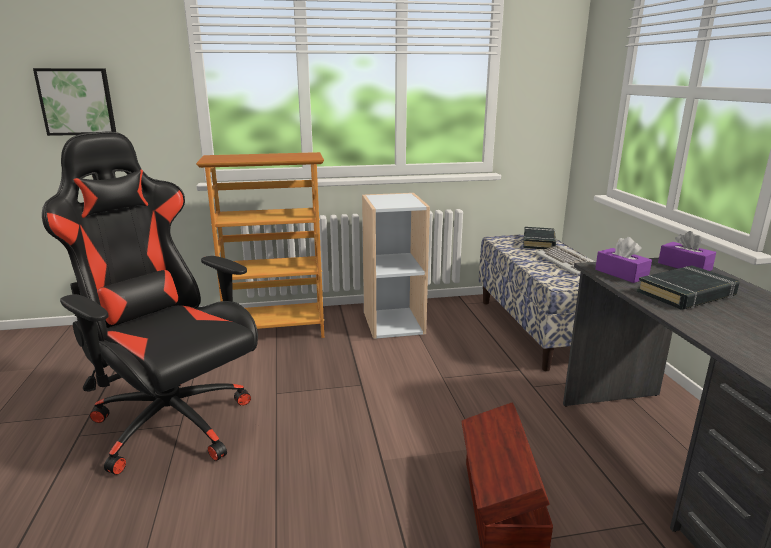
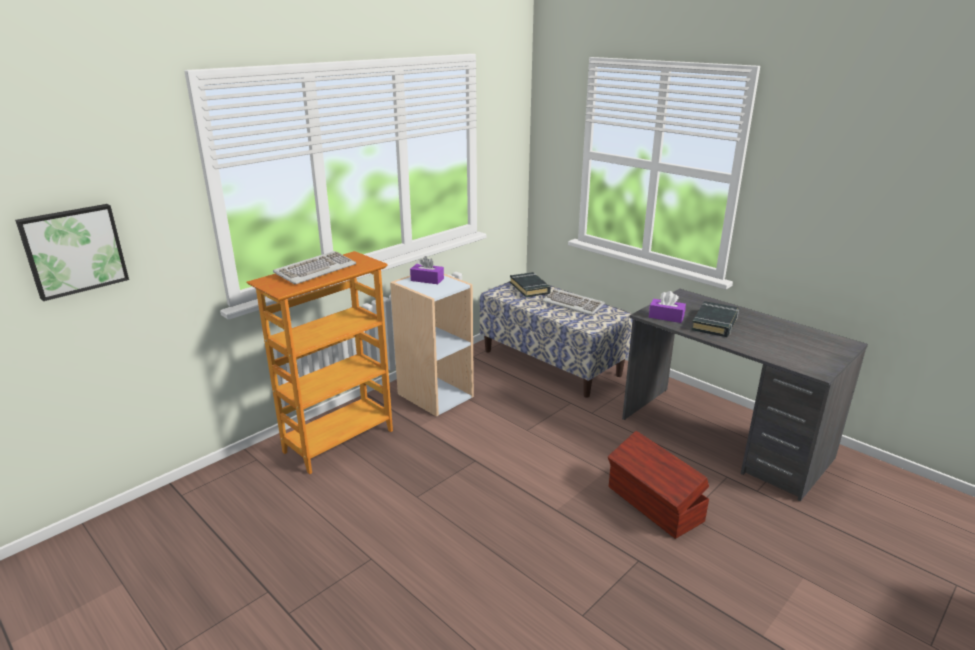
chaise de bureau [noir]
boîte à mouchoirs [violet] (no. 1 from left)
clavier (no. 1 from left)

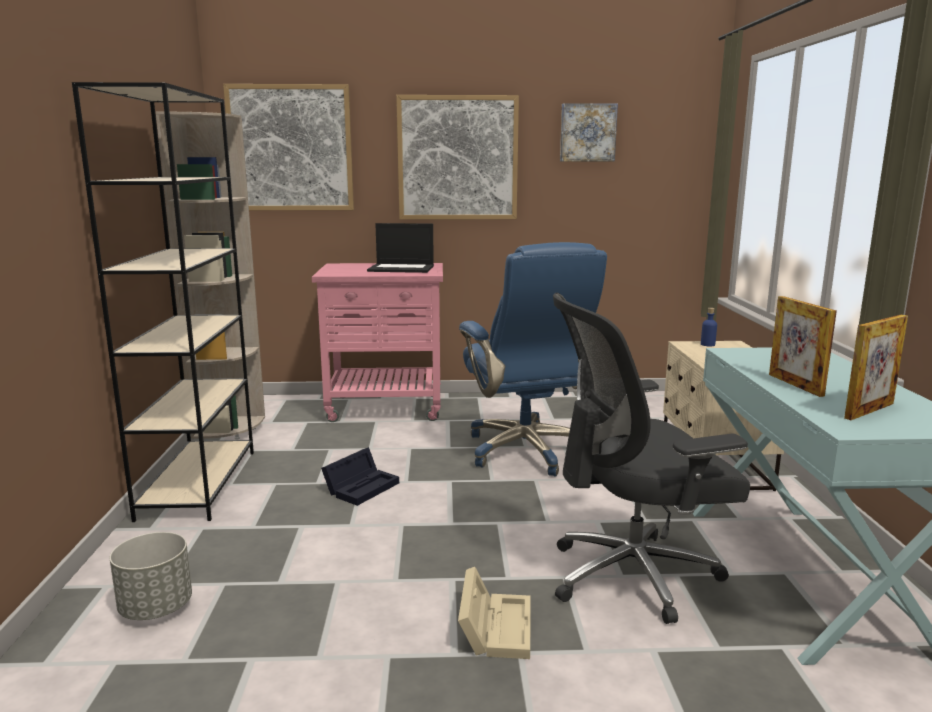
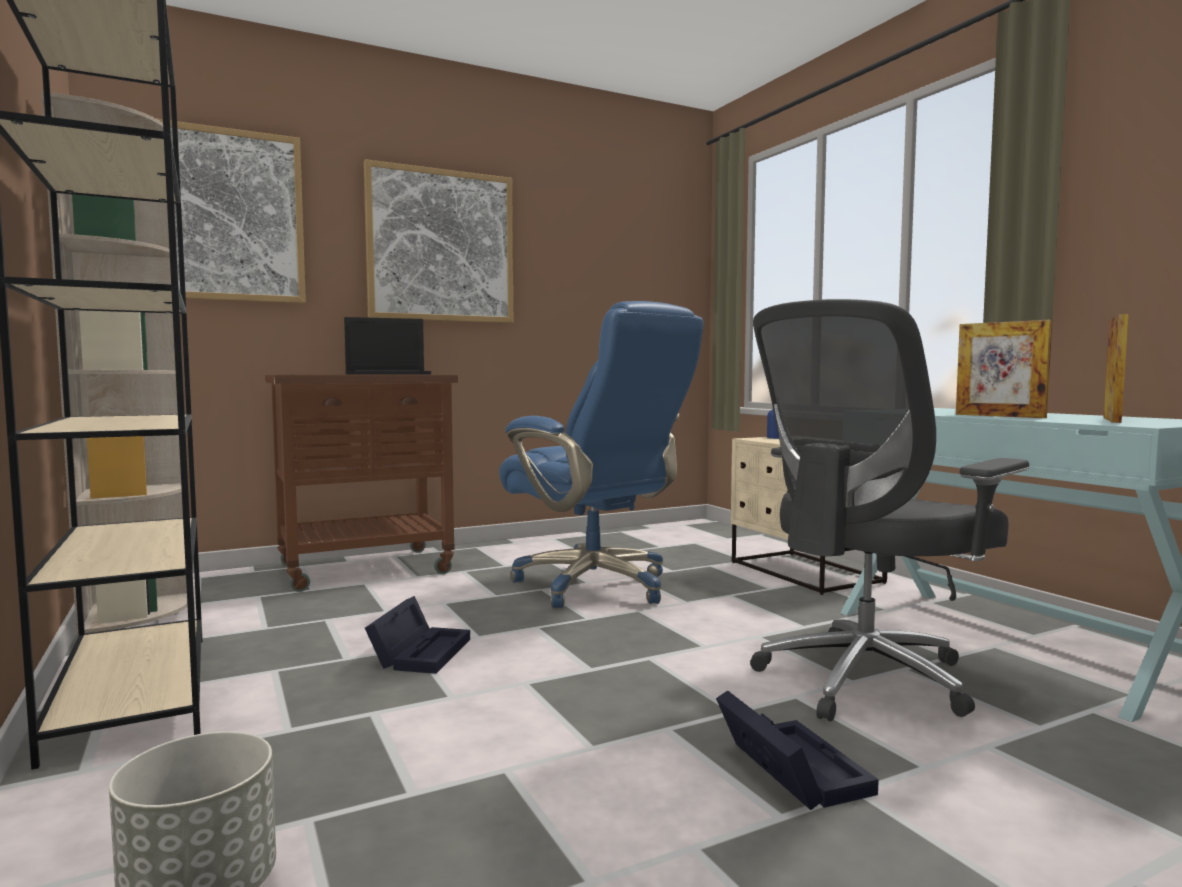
tableau (no. 3 from left in the first image)
chariot [marron]
boîte de rangement [noir] (no. 2 from left)

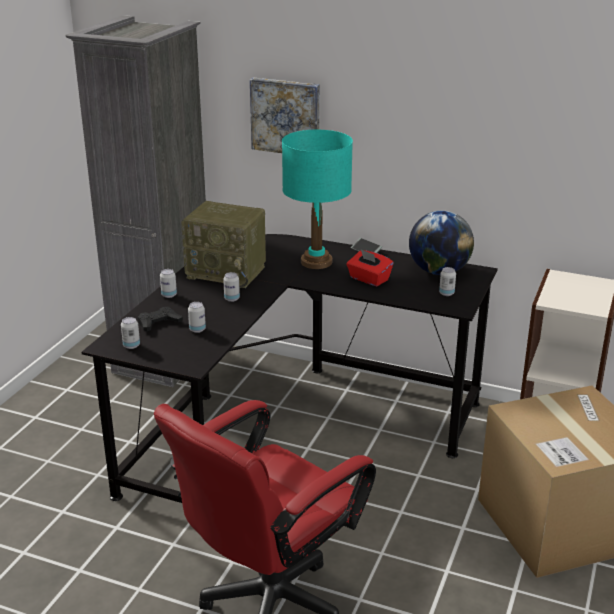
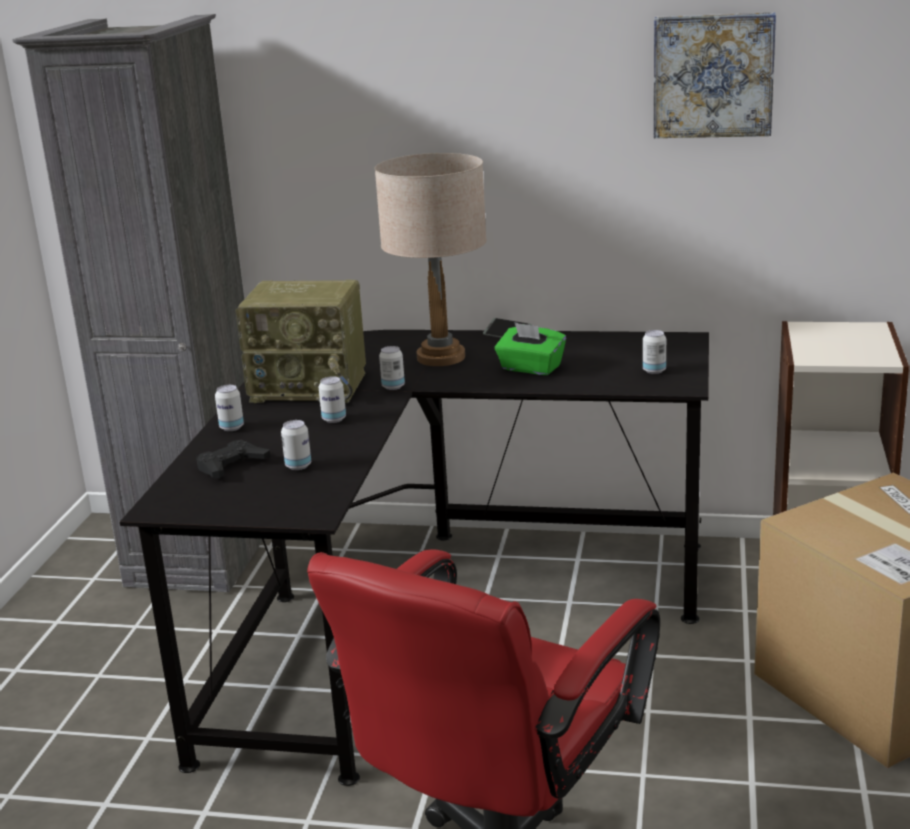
tableau
lampe de table [beige]
globe
boîte à mouchoirs [vert]
boîte métallique (no. 4 from left)

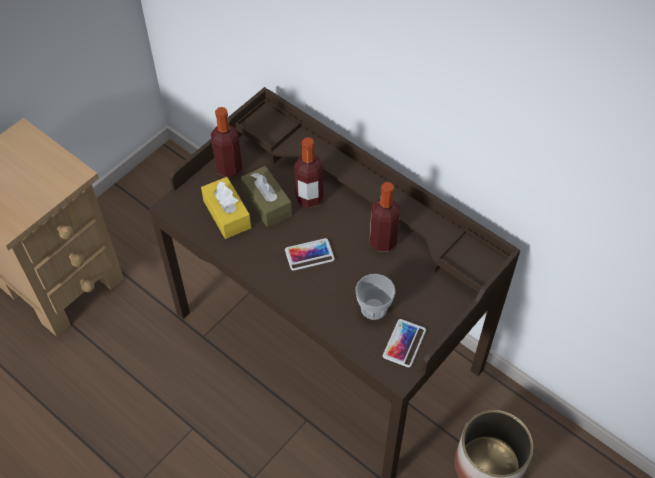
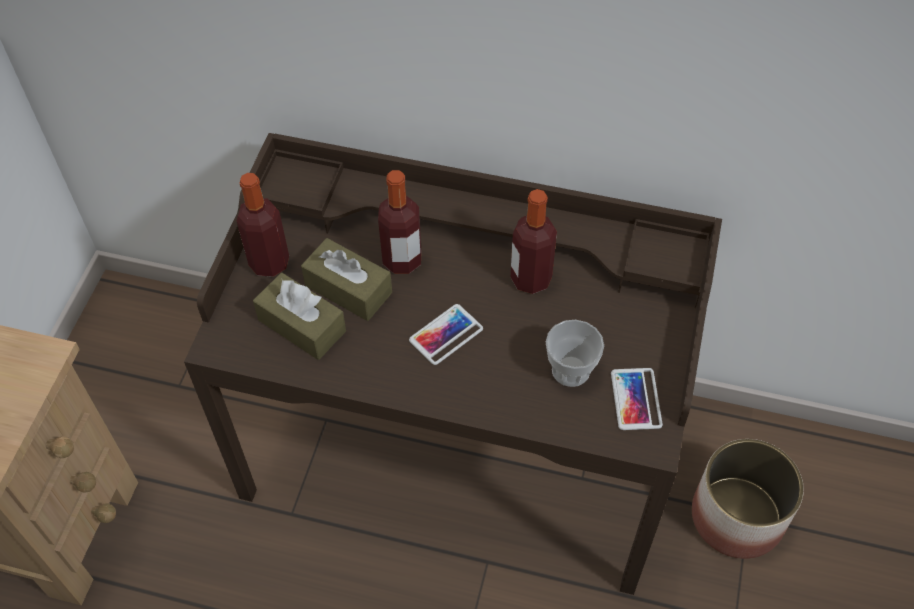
boîte à mouchoirs [marron] (no. 1 from left)

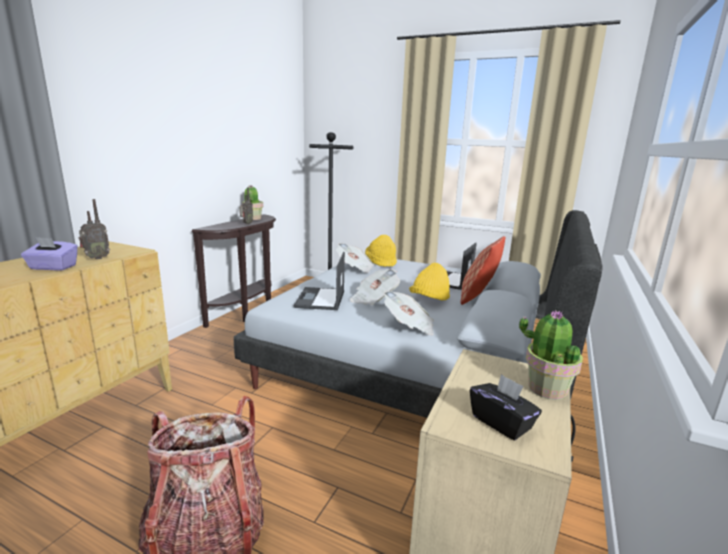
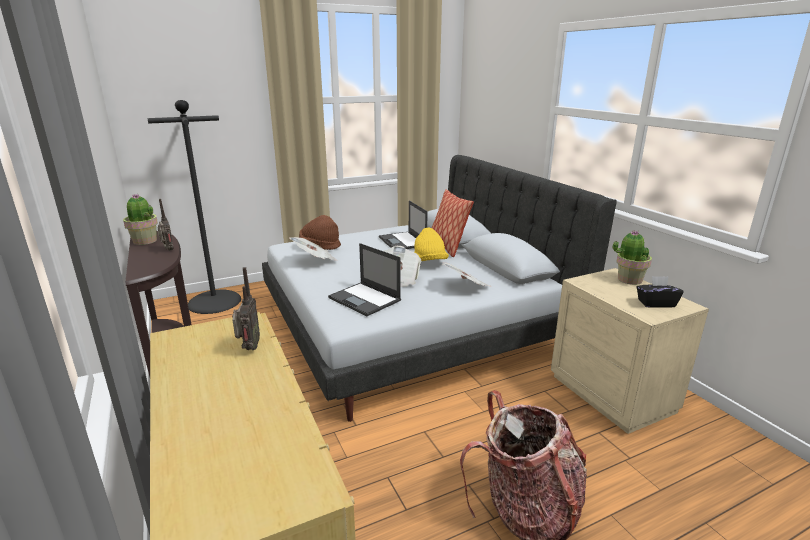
chapeau [marron]
boîte à mouchoirs [violet]

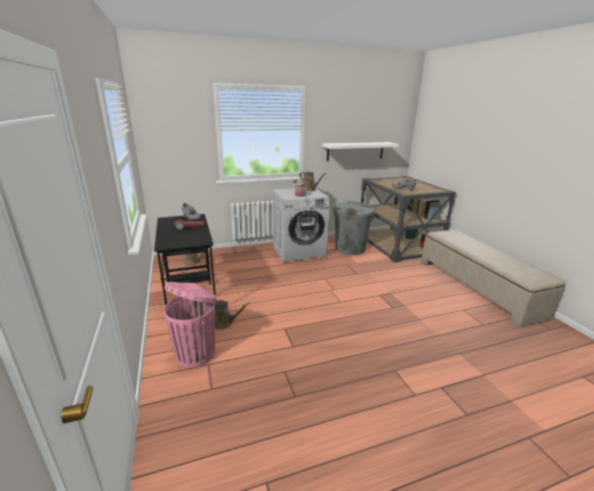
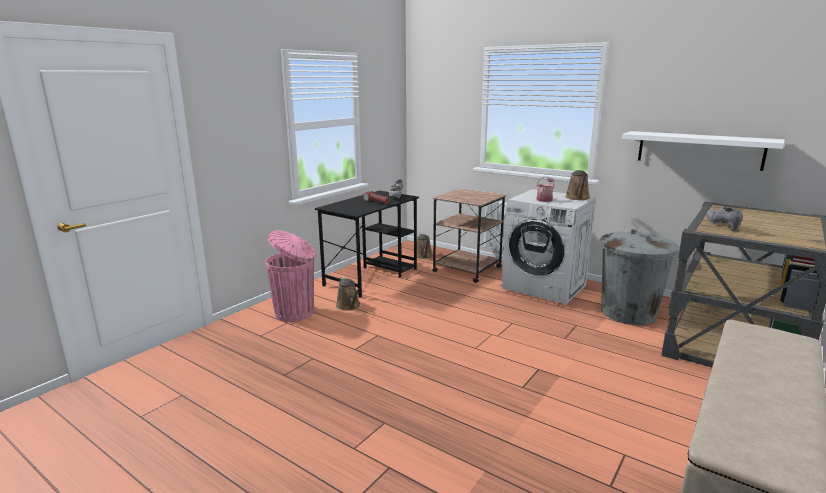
chariot [marron]

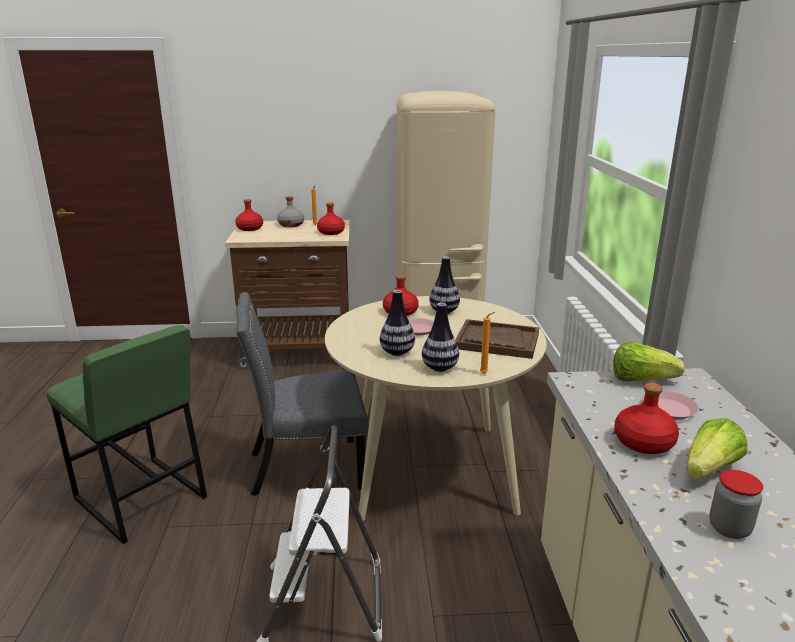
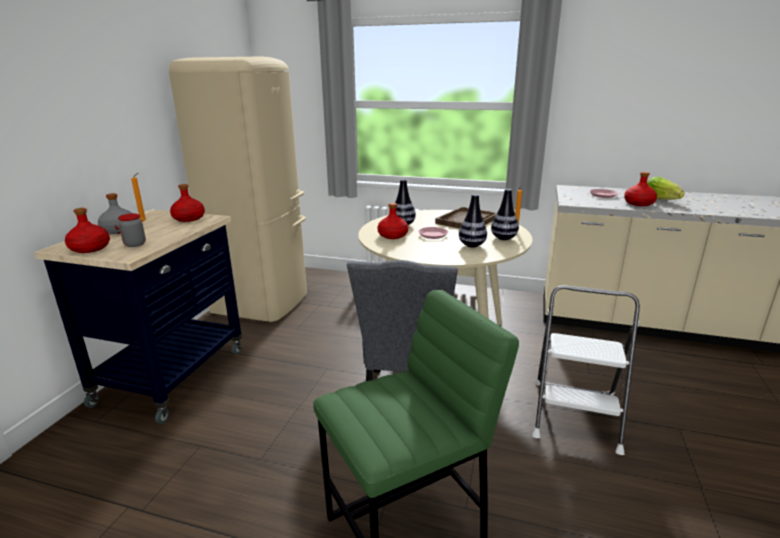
chariot [bleu]
laitue (no. 1 from left in the first image)
bocal

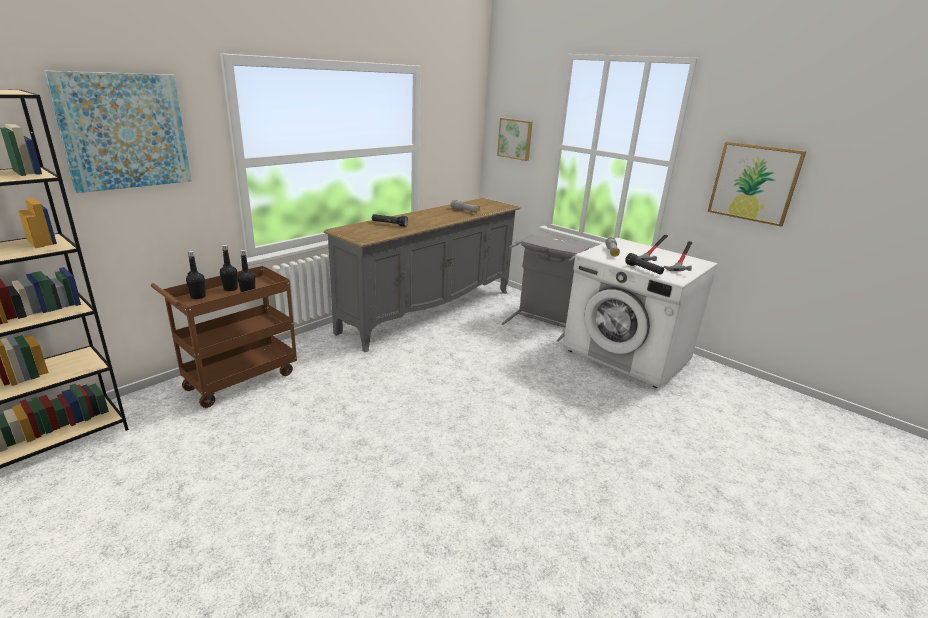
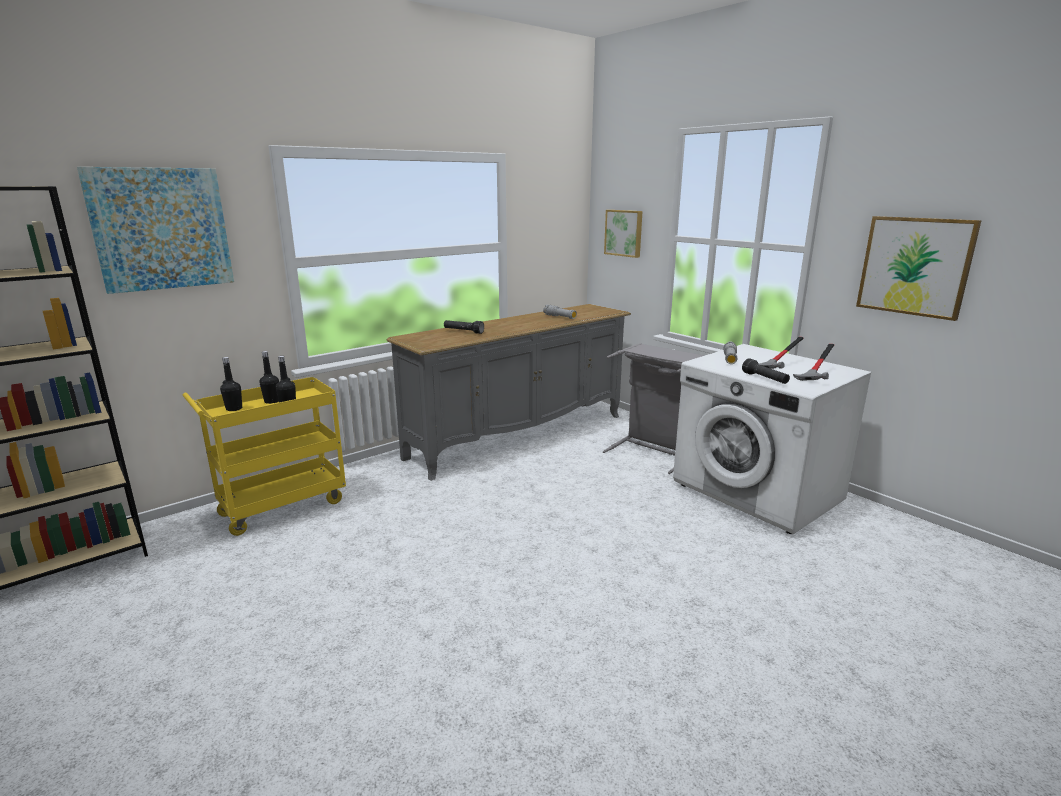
chariot [jaune]

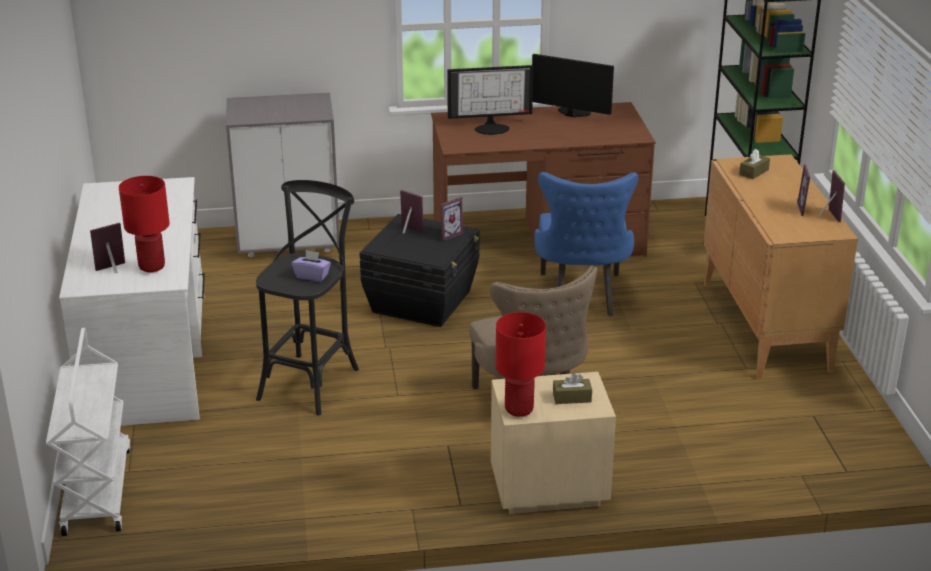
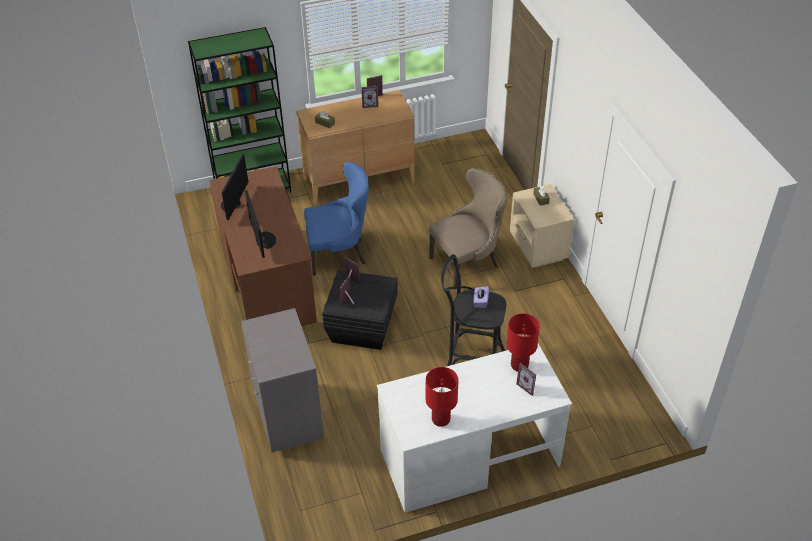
lampe de table [rouge] (no. 1 from left)
chariot [blanc]

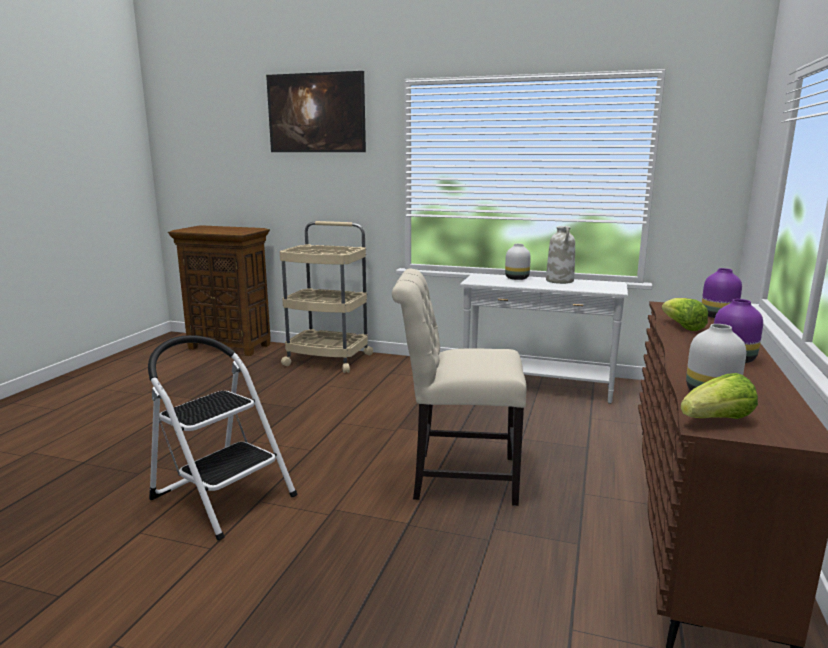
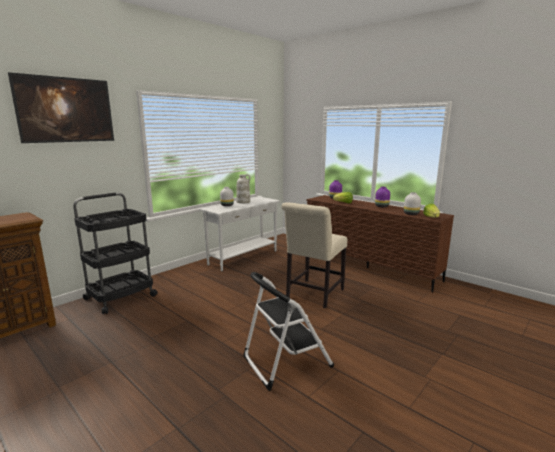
chariot [noir]

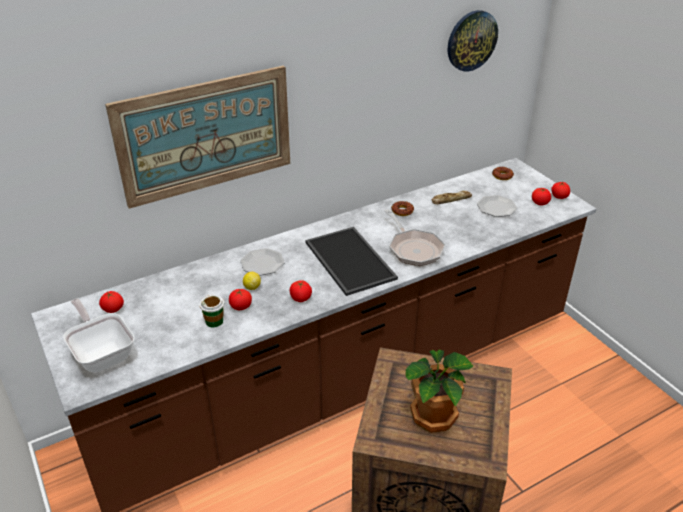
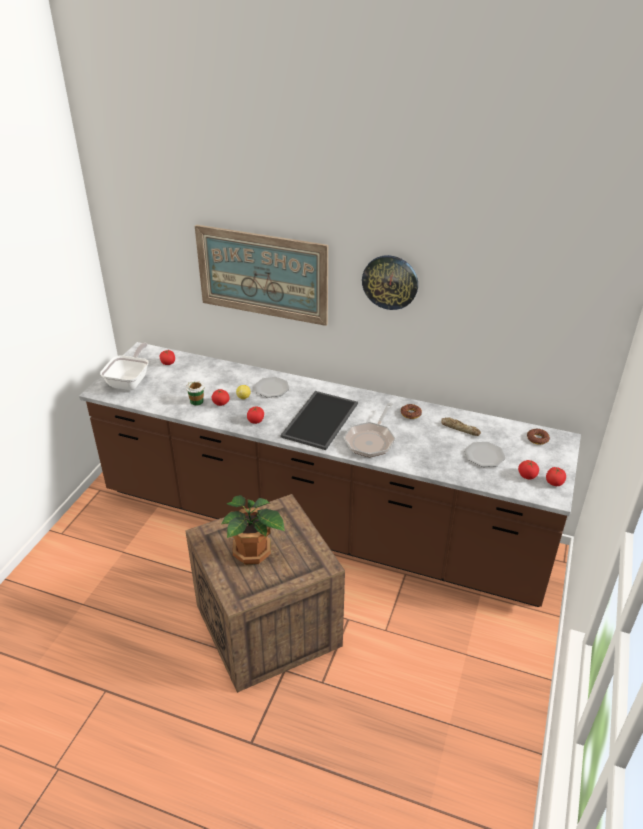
horloge murale

